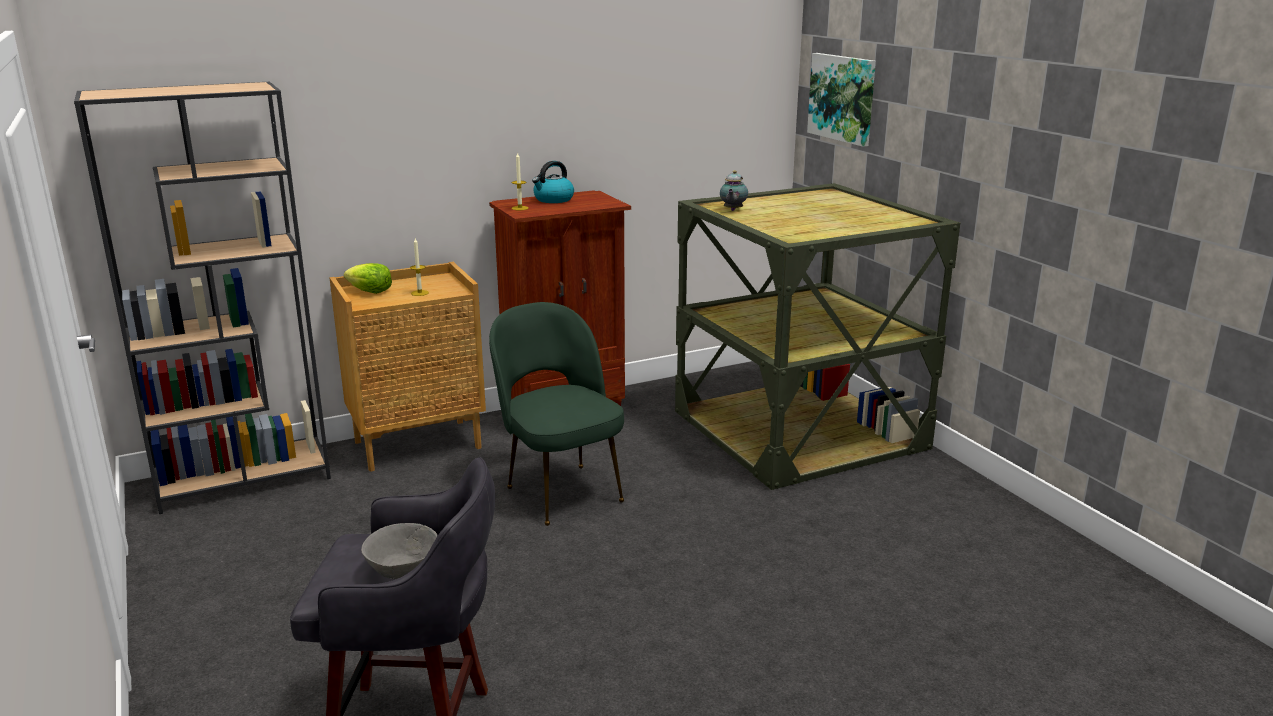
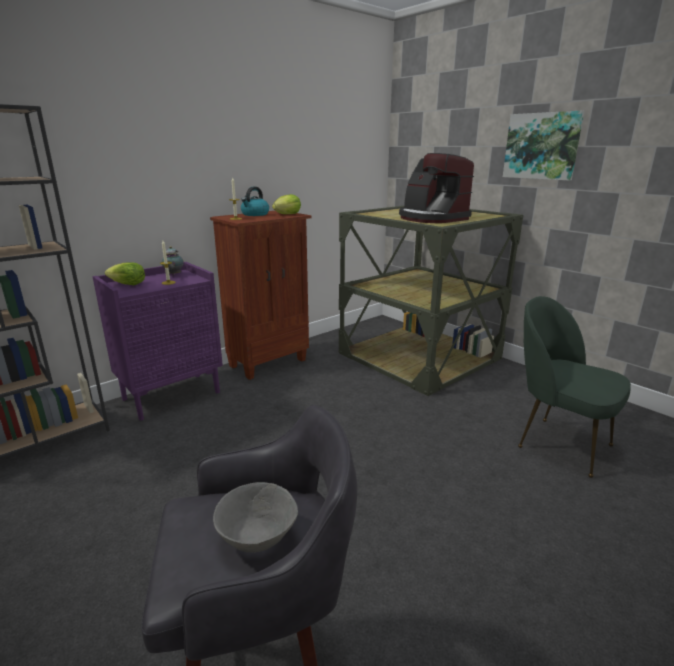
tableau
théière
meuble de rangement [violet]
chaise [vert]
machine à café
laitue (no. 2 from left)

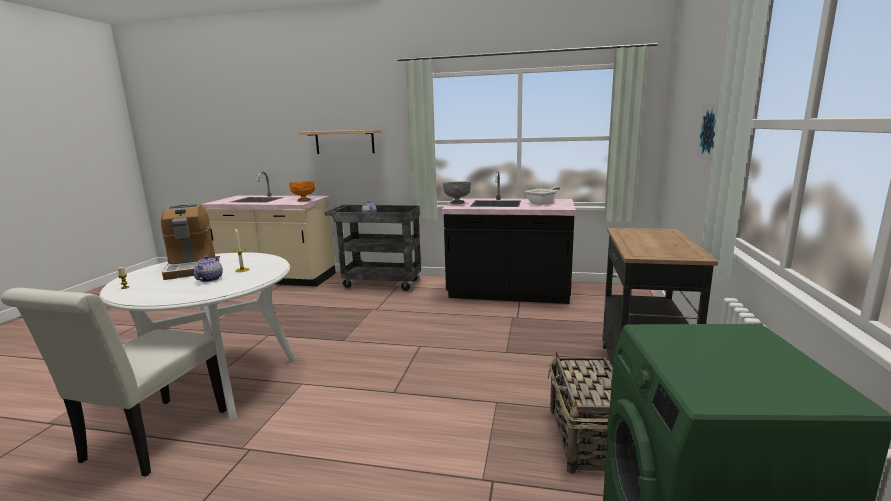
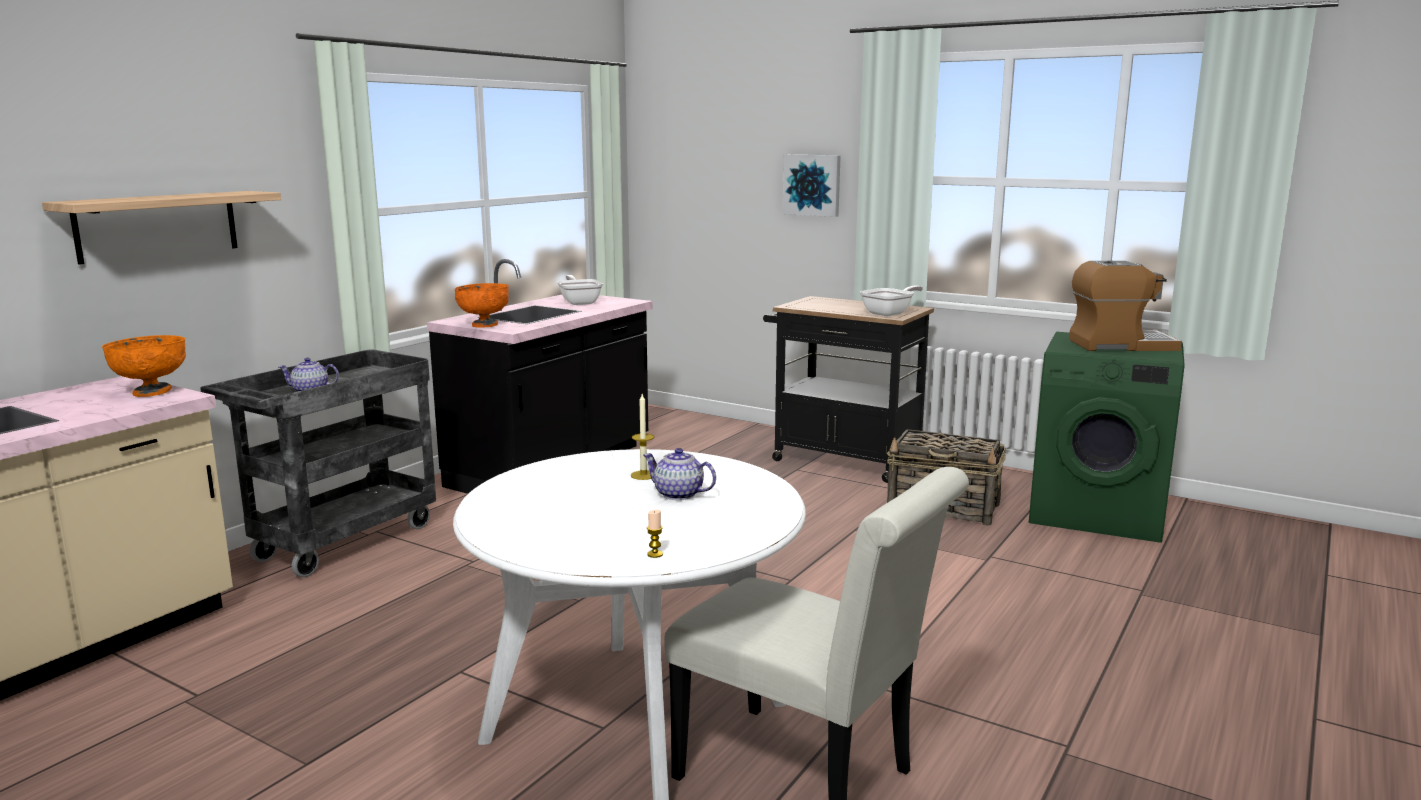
bol [orange] (no. 2 from left)
machine à café
poêle (no. 2 from left)

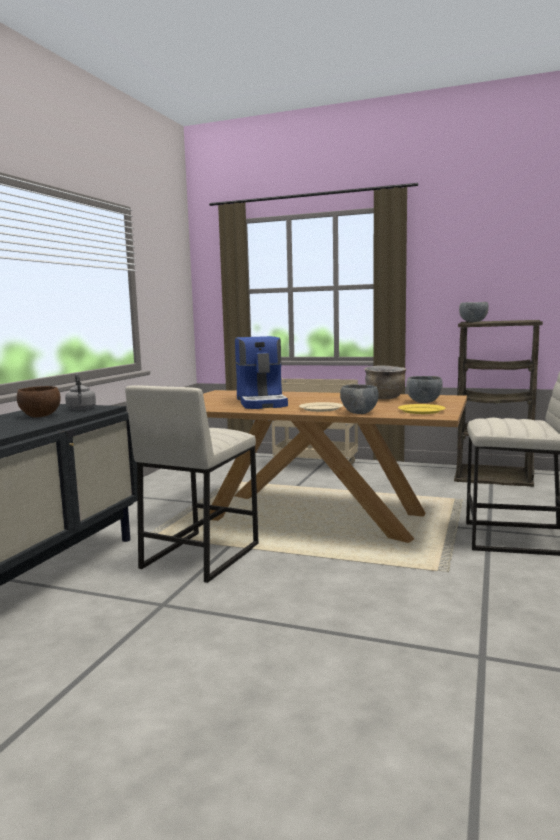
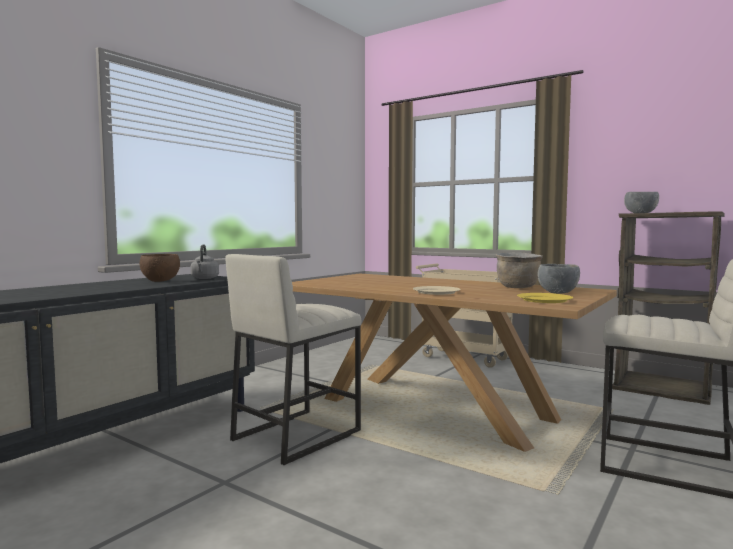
machine à café
bol [gris] (no. 1 from left in the first image)

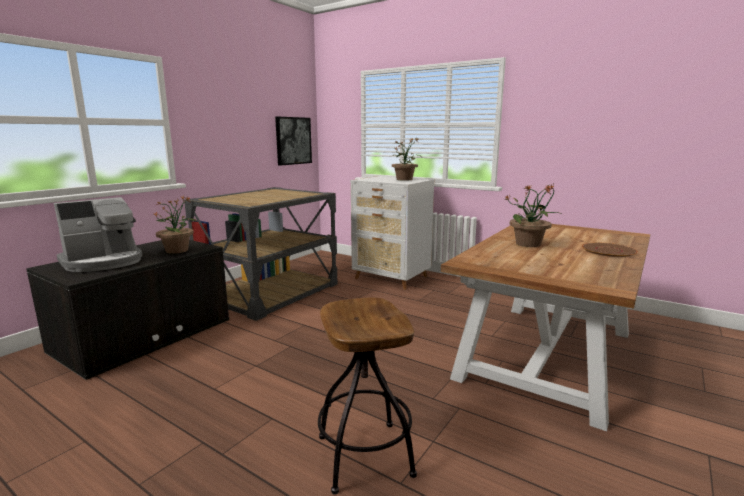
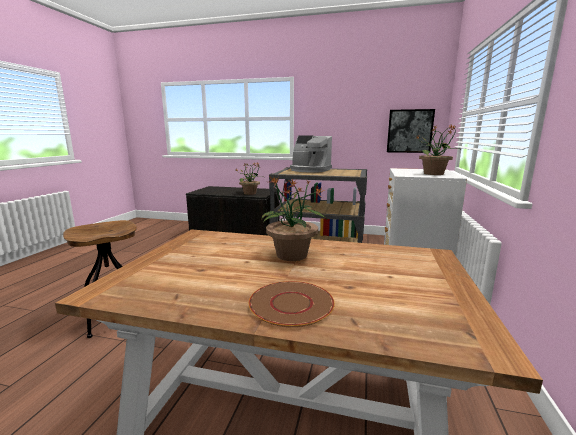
machine à café

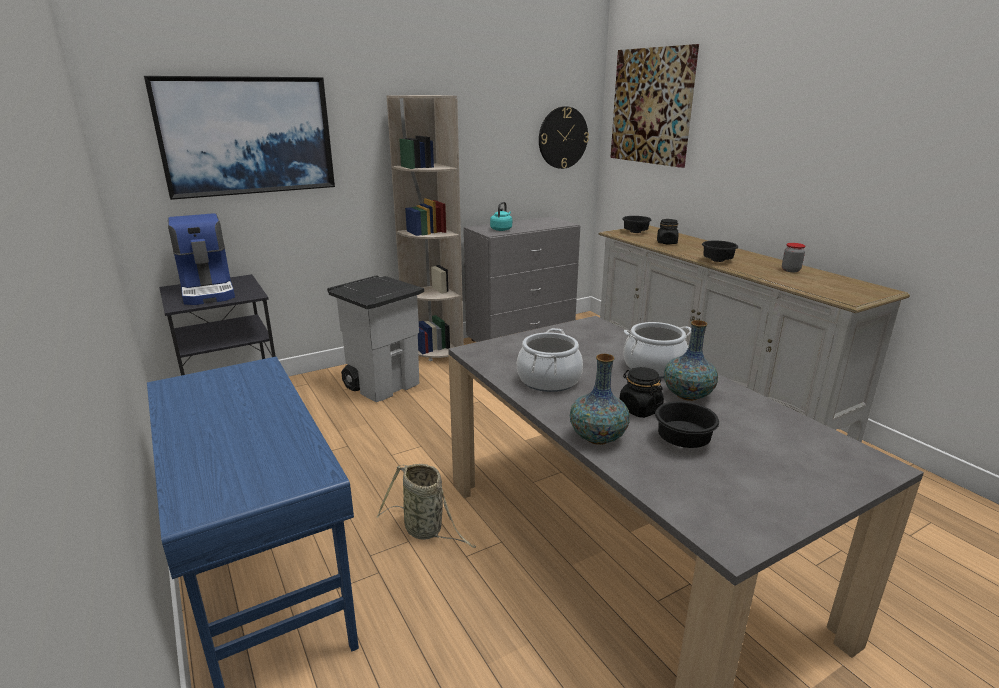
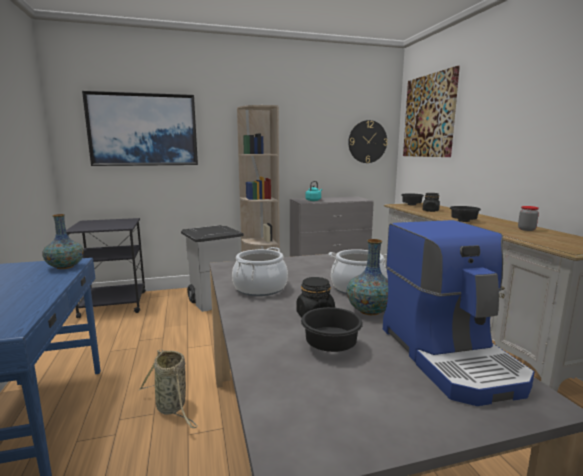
machine à café
vase (no. 1 from left)

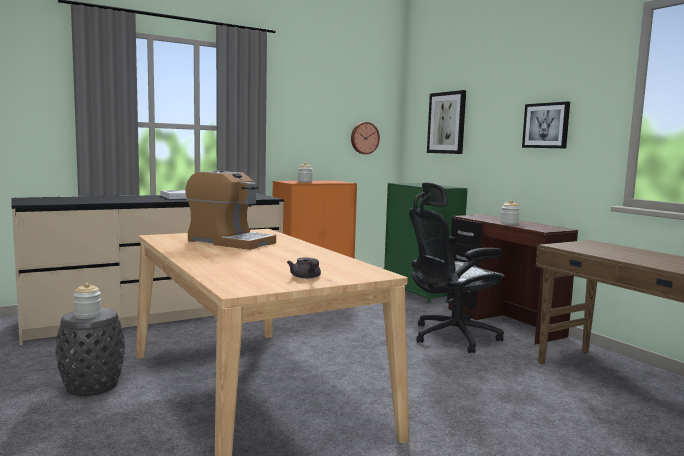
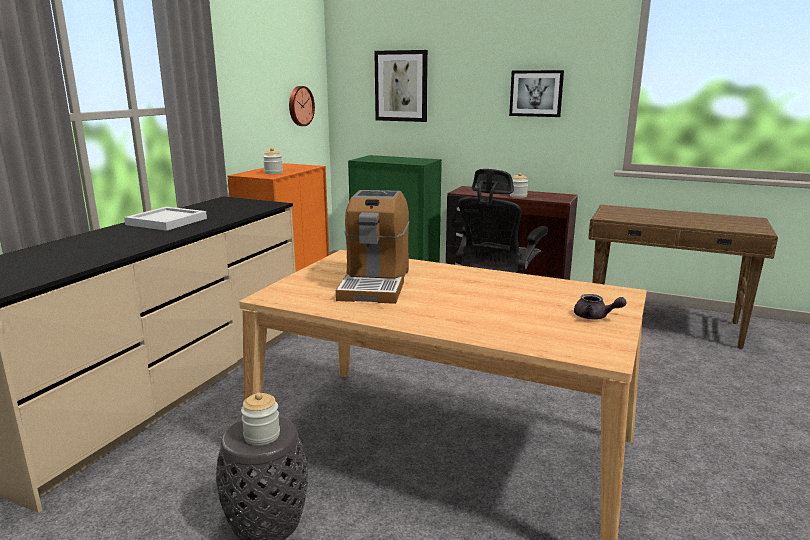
machine à café

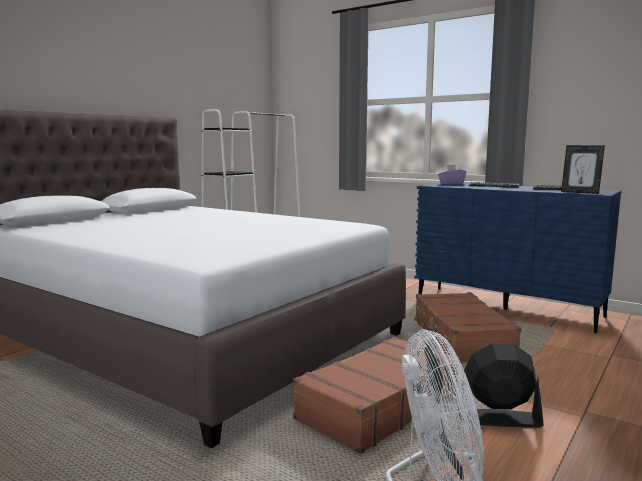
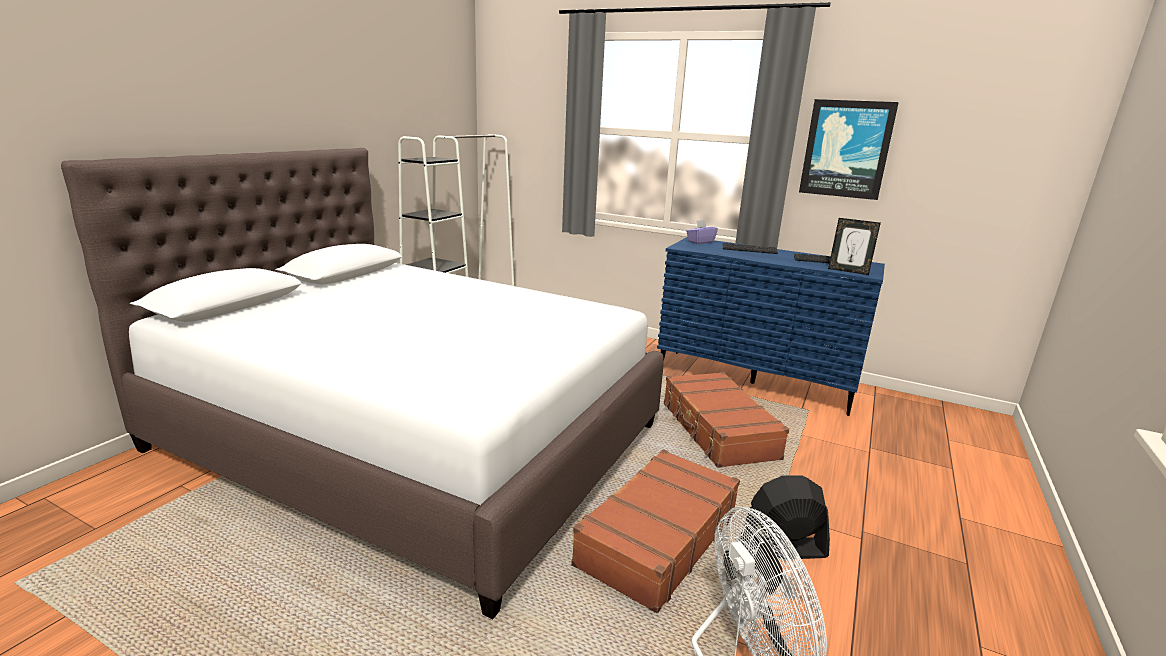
tableau

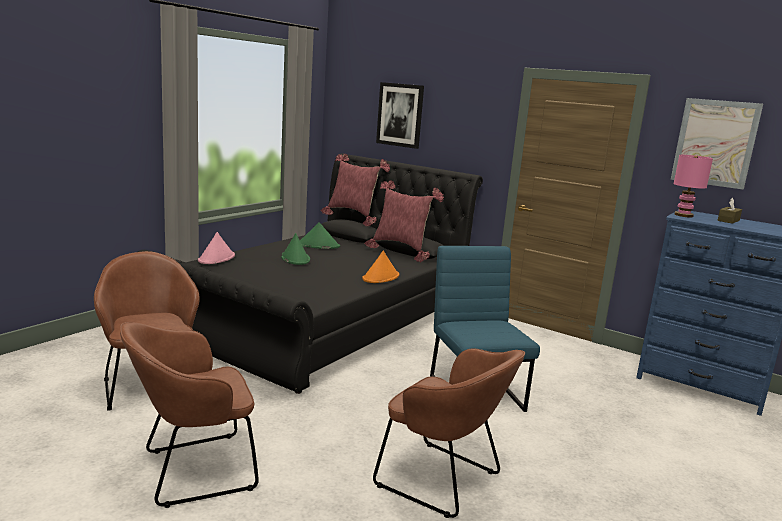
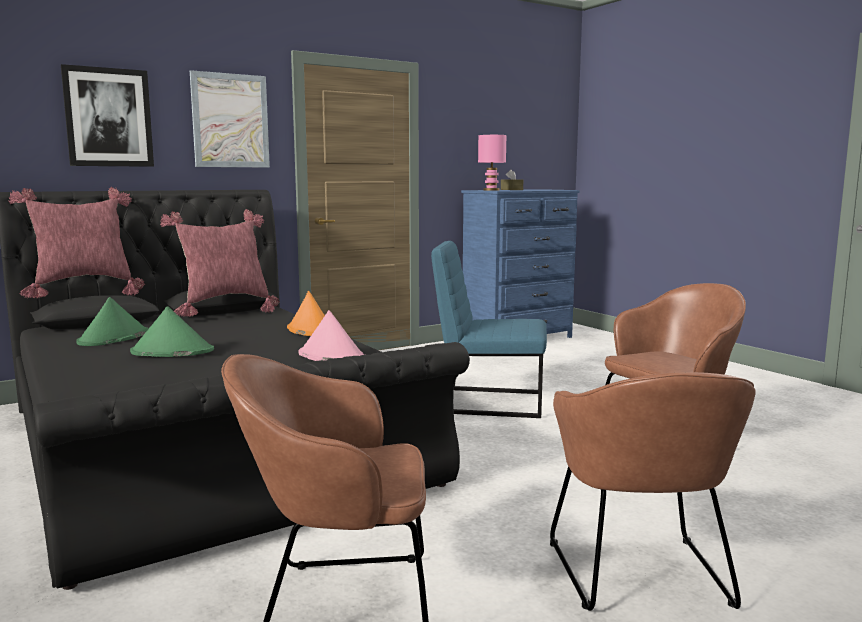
tableau (no. 2 from left)
chapeau [rose]

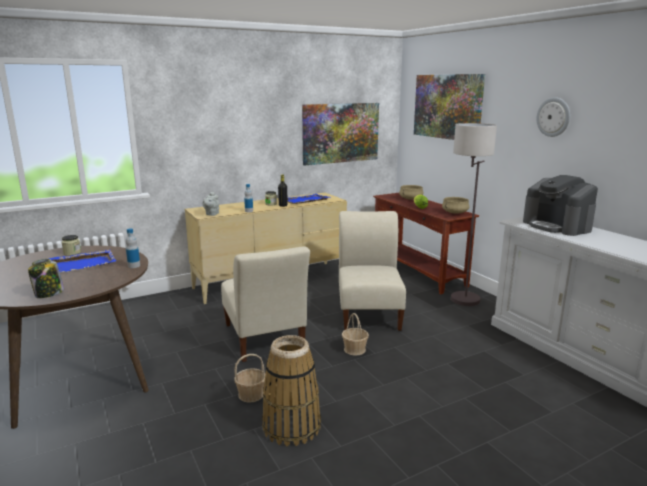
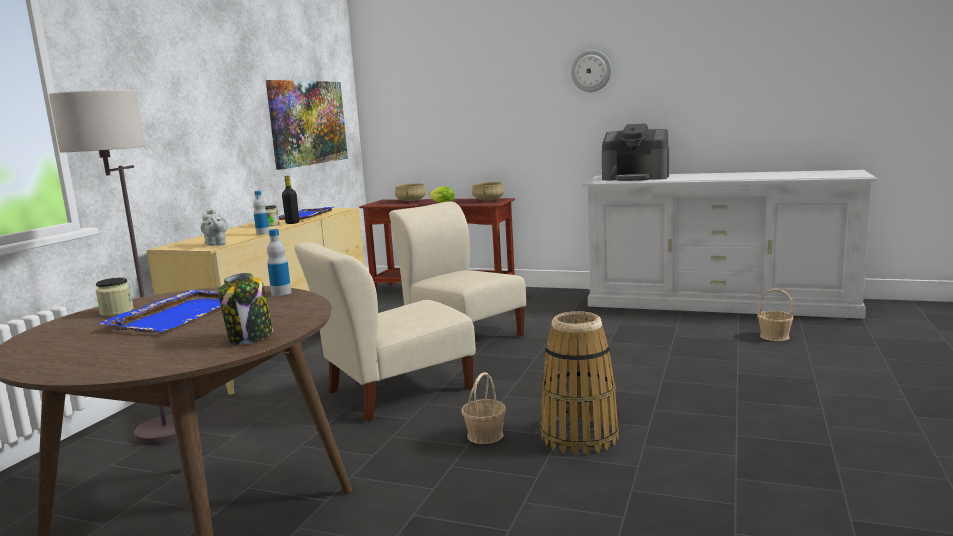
tableau (no. 2 from left in the first image)
lampadaire [gris]
chaise [beige] (no. 1 from left)
panier (no. 3 from left)

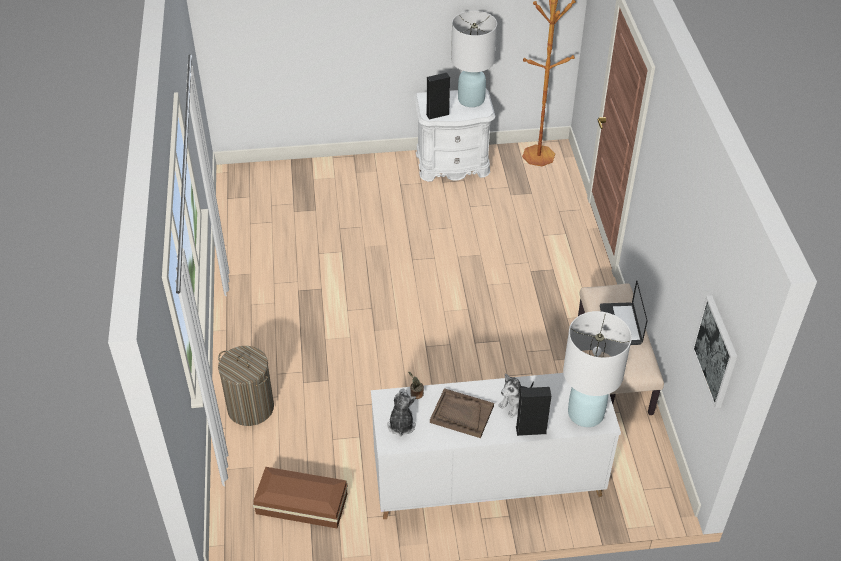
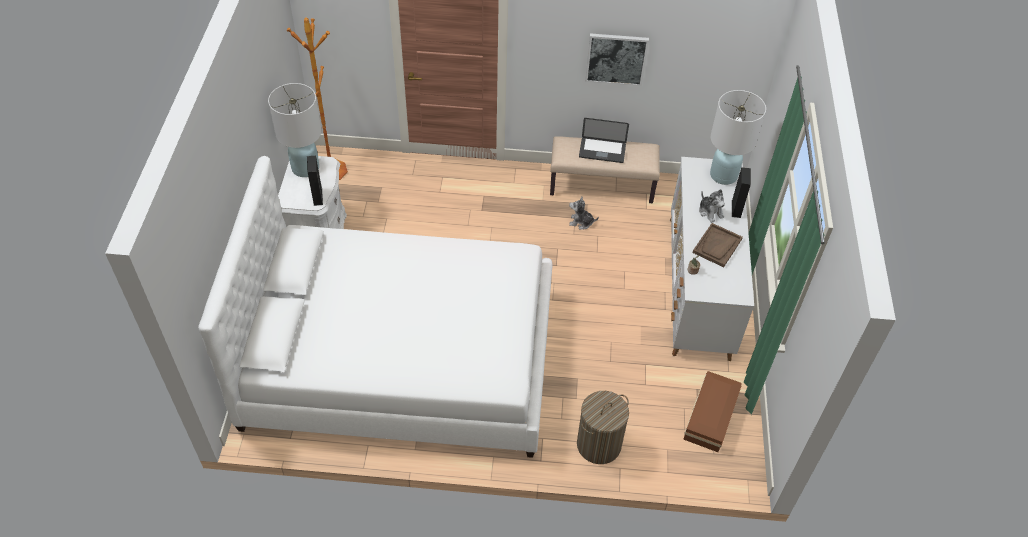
tableau
peluche (no. 1 from left)
lit [blanc]

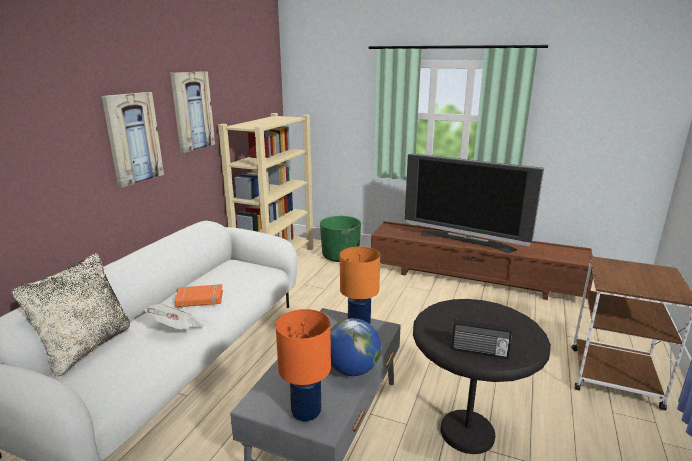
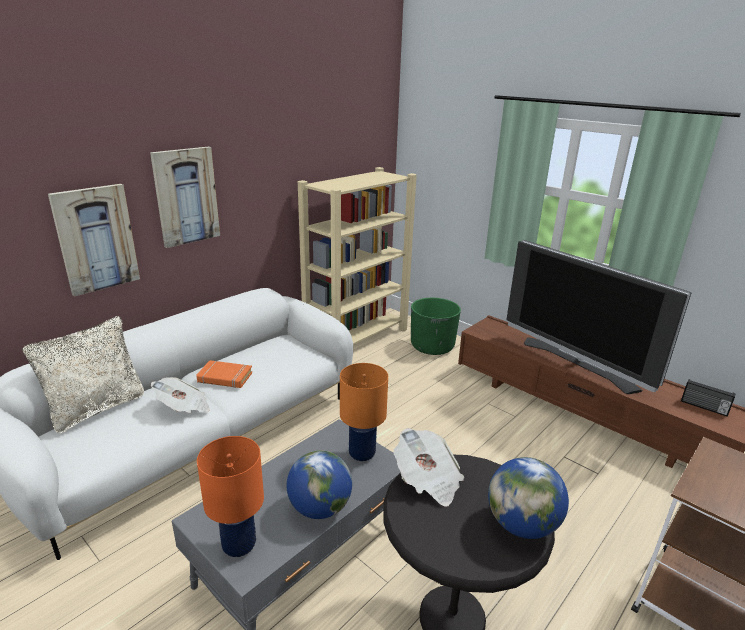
tableau (no. 1 from left)
radio
journal (no. 2 from left)
globe (no. 2 from left)

